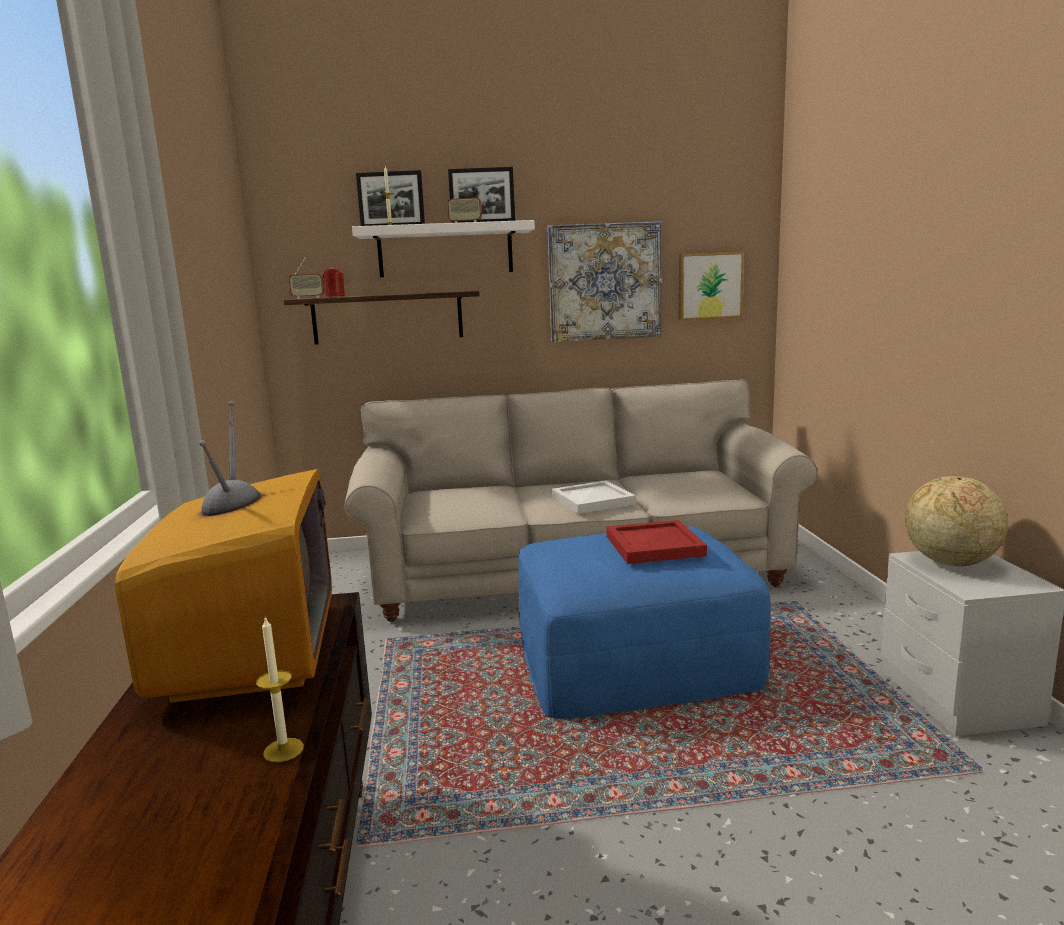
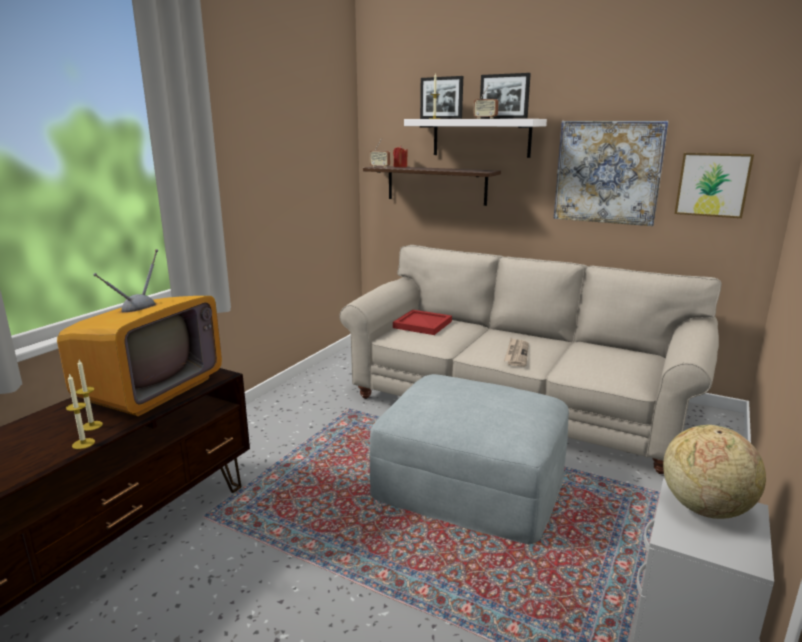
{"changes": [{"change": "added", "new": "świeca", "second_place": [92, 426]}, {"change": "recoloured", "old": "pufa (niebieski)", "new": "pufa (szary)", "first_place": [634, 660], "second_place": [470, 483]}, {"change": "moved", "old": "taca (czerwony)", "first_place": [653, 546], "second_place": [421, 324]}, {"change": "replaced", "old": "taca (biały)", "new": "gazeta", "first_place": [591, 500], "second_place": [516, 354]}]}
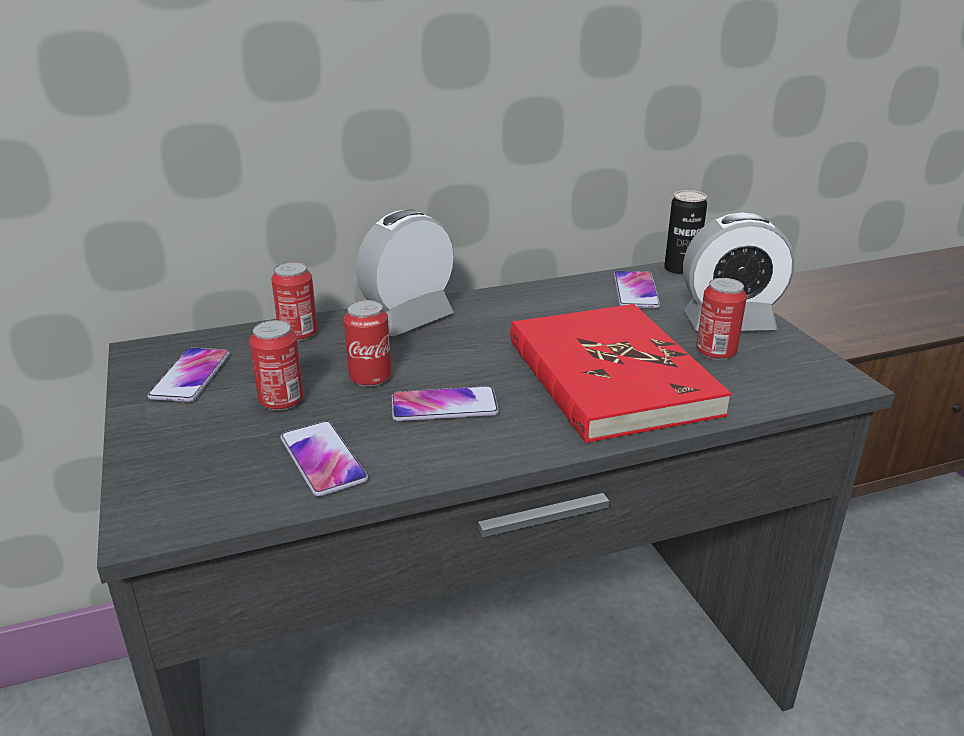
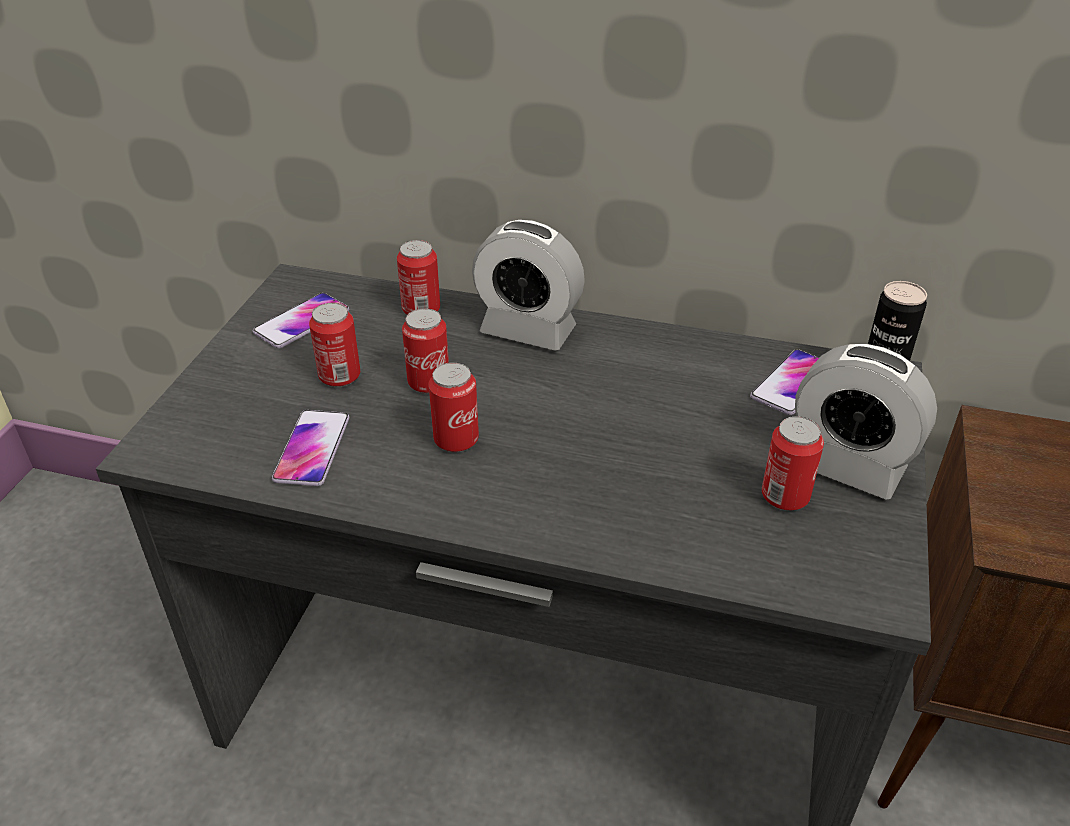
{"changes": [{"change": "replaced", "old": "telefon", "new": "puszka", "first_place": [444, 406], "second_place": [456, 440]}, {"change": "turned", "old": "budzik", "first_place": [408, 319], "second_place": [528, 330], "degrees": -150}, {"change": "removed", "old": "książka (czerwony)", "first_place": [609, 377]}]}
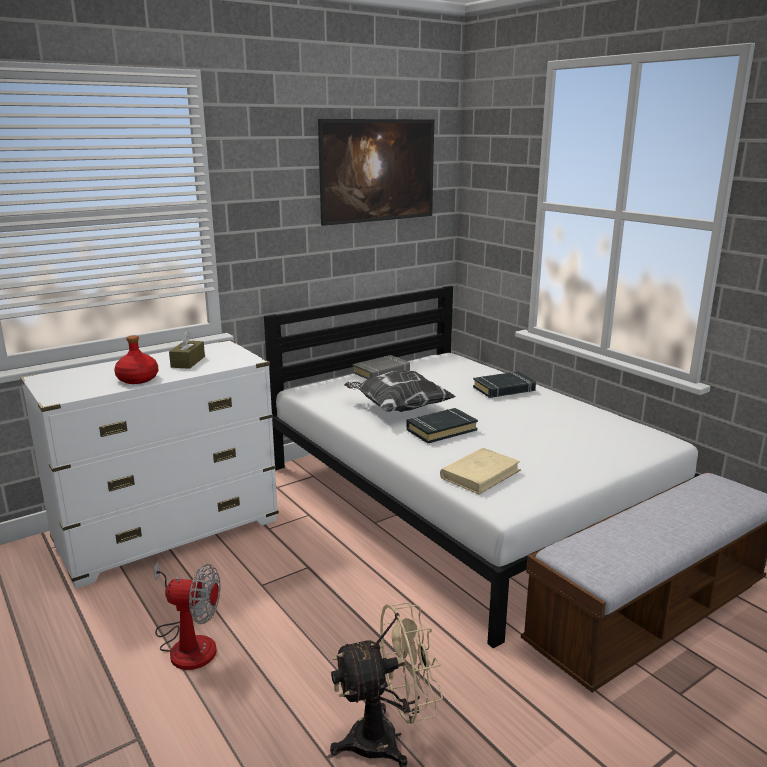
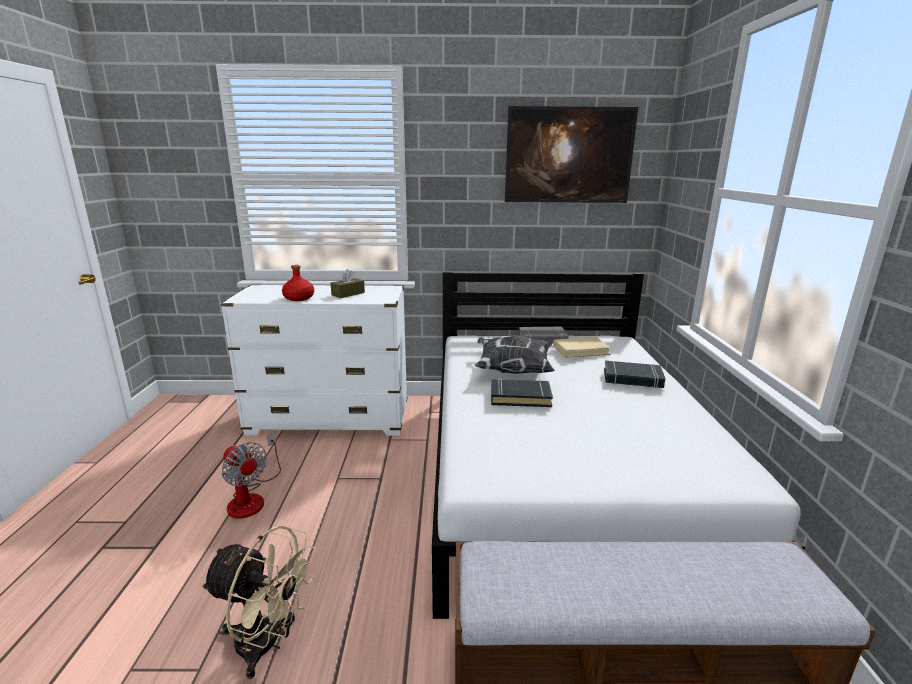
{"changes": [{"change": "moved", "old": "książka (beżowy)", "first_place": [480, 474], "second_place": [581, 350]}]}
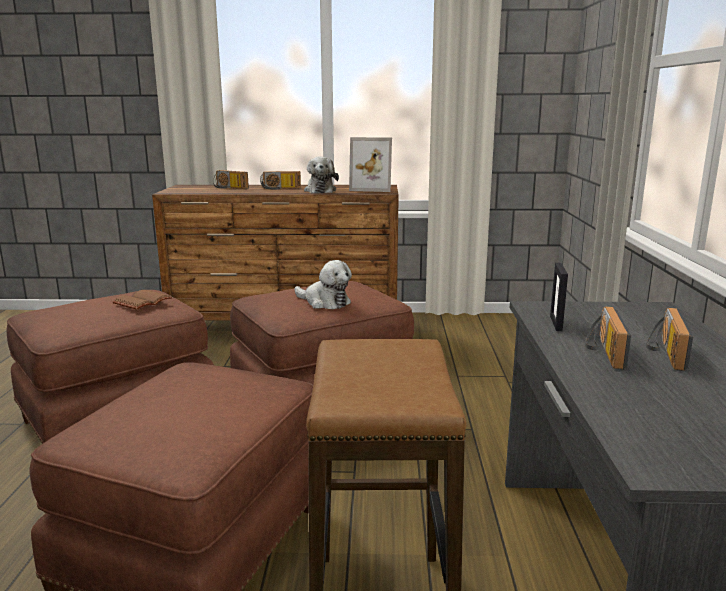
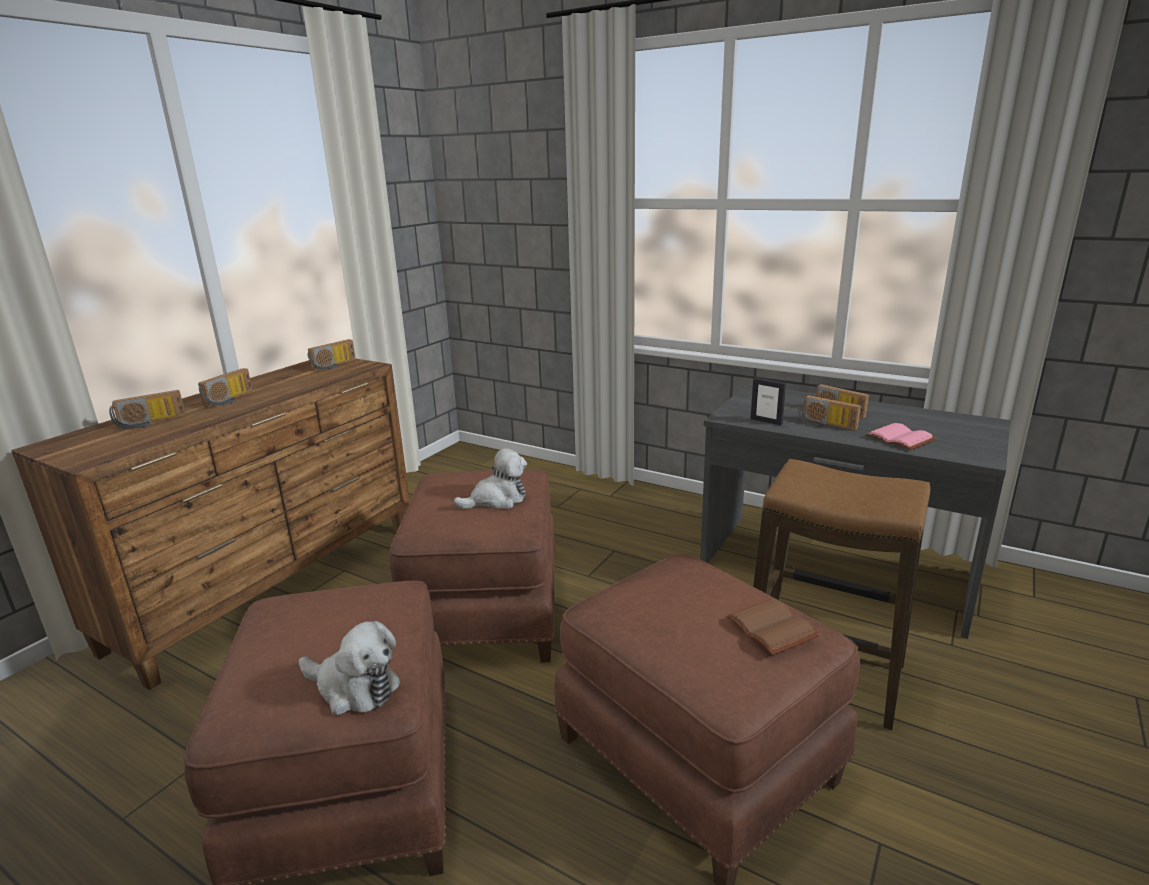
{"changes": [{"change": "moved", "old": "pluszak", "first_place": [320, 190], "second_place": [354, 688]}, {"change": "replaced", "old": "ramka na zdjęcie", "new": "radio", "first_place": [373, 188], "second_place": [335, 365]}, {"change": "moved", "old": "książka (brązowy)", "first_place": [143, 302], "second_place": [774, 628]}, {"change": "added", "new": "książka (różowy)", "second_place": [901, 438]}]}
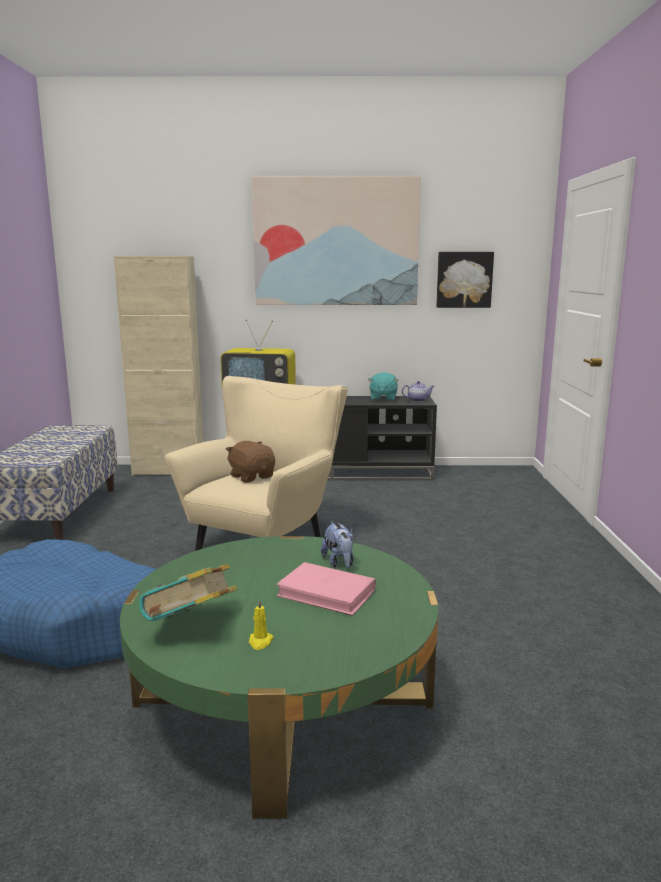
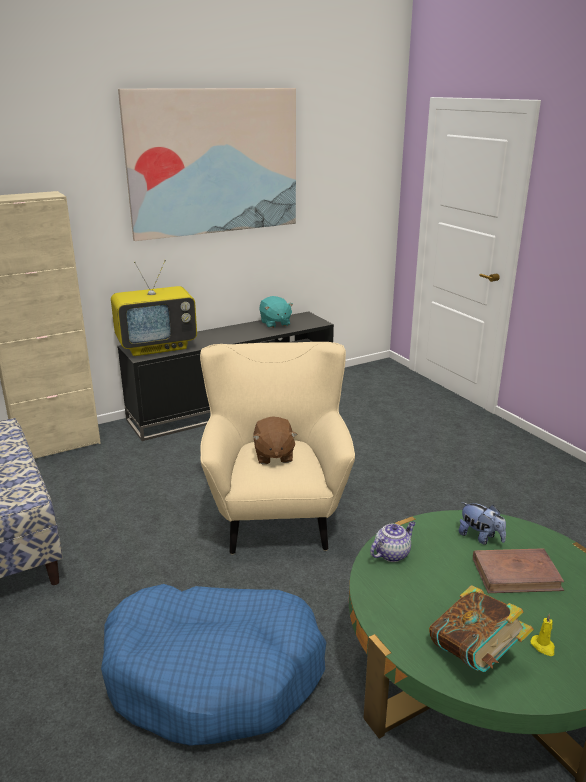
{"changes": [{"change": "turned", "old": "pluszak (brązowy)", "first_place": [252, 476], "second_place": [273, 455], "degrees": -120}, {"change": "moved", "old": "imbryk", "first_place": [418, 400], "second_place": [392, 553]}, {"change": "recoloured", "old": "książka (różowy)", "new": "książka (brązowy)", "first_place": [327, 593], "second_place": [516, 574]}, {"change": "removed", "old": "obraz", "first_place": [464, 279]}]}
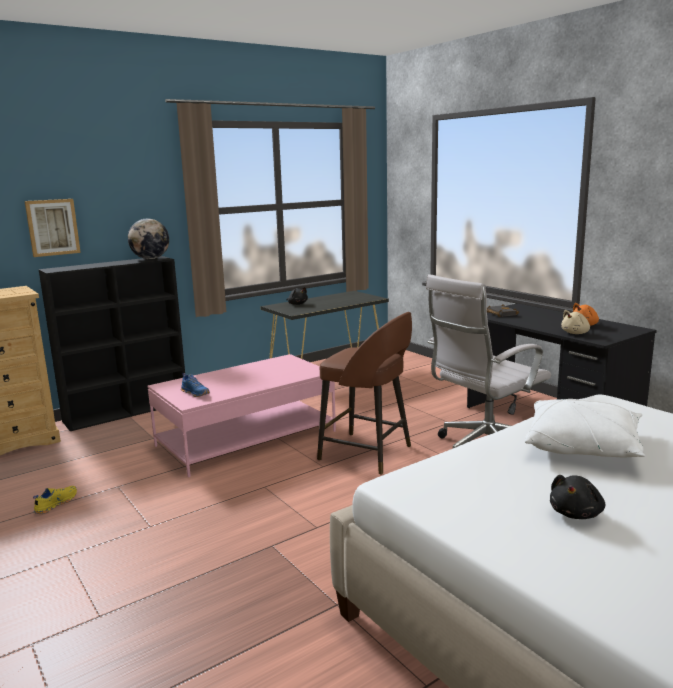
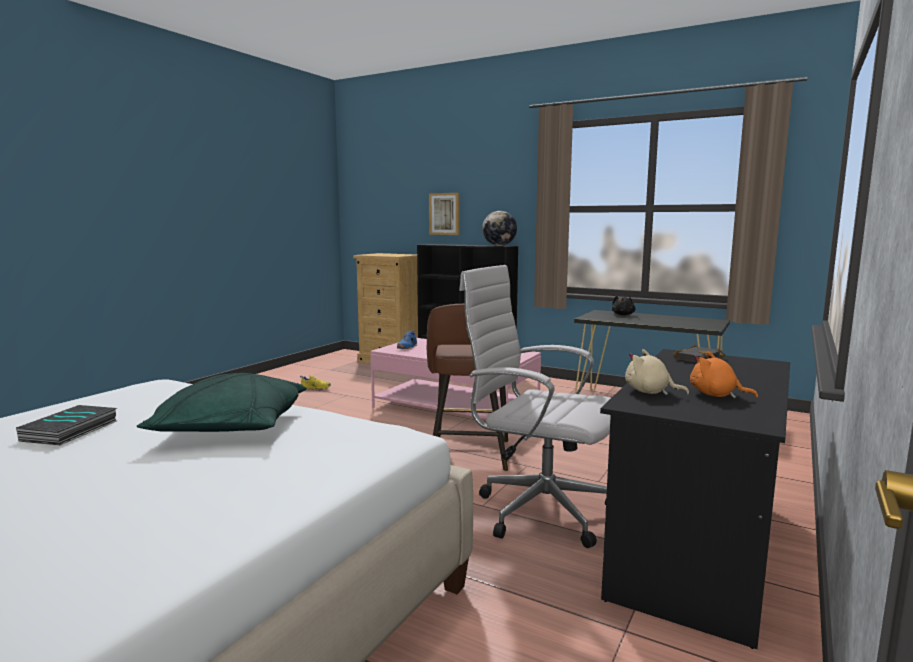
{"changes": [{"change": "replaced", "old": "pluszak (czarny)", "new": "książka", "first_place": [576, 513], "second_place": [70, 431]}, {"change": "recoloured", "old": "poduszka (biały)", "new": "poduszka (zielony)", "first_place": [583, 446], "second_place": [231, 429]}]}
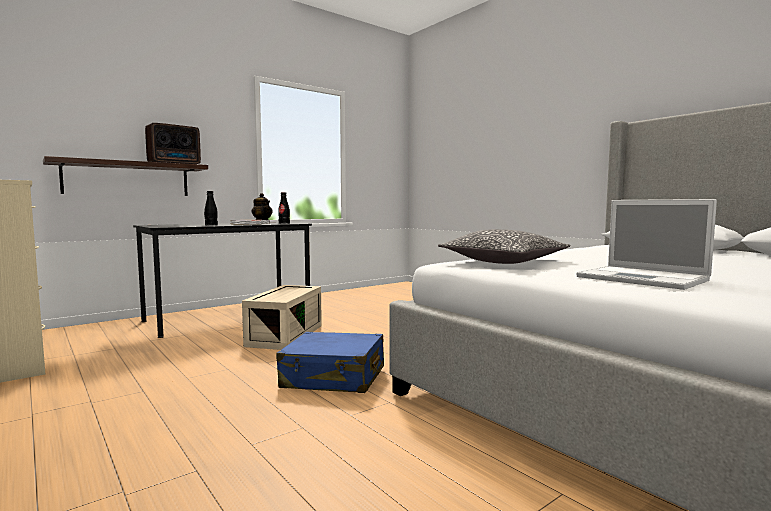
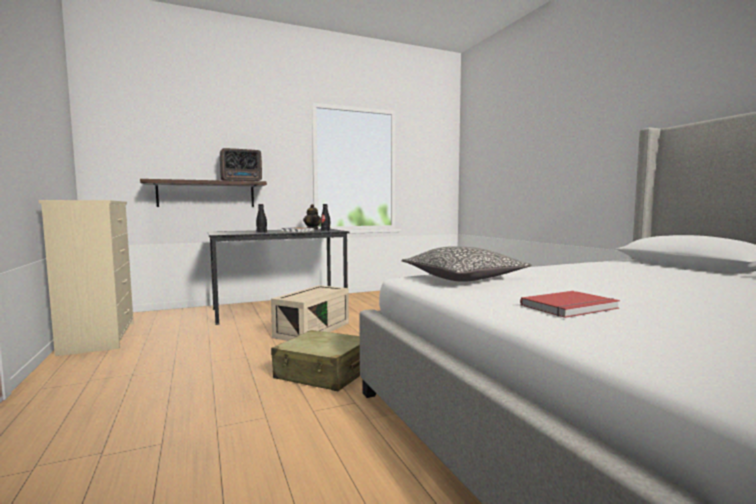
{"changes": [{"change": "recoloured", "old": "walizka (niebieski)", "new": "walizka (beżowy)", "first_place": [334, 378], "second_place": [324, 374]}, {"change": "replaced", "old": "laptop", "new": "książka (czerwony)", "first_place": [644, 279], "second_place": [571, 307]}]}
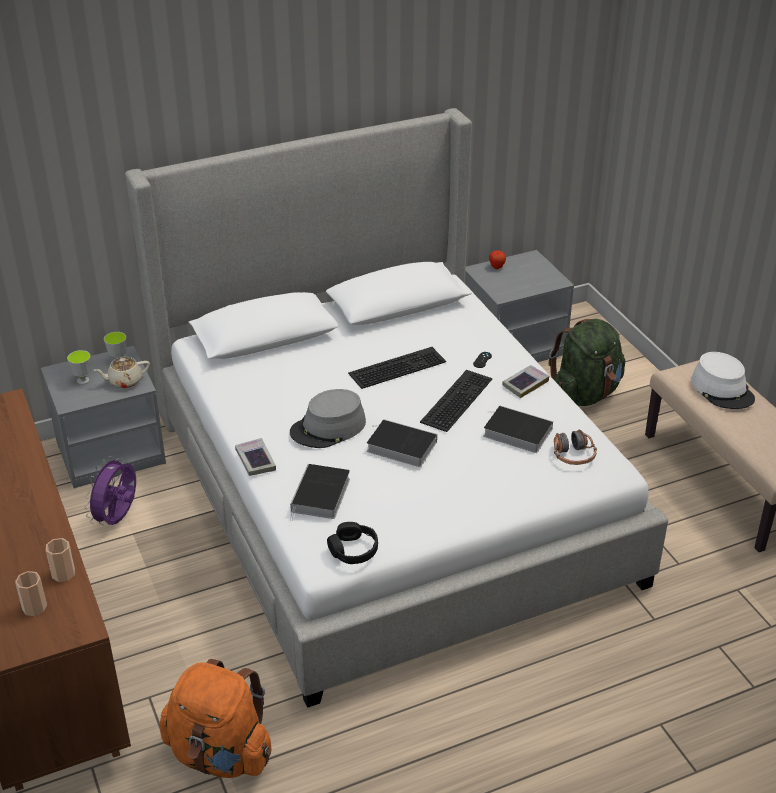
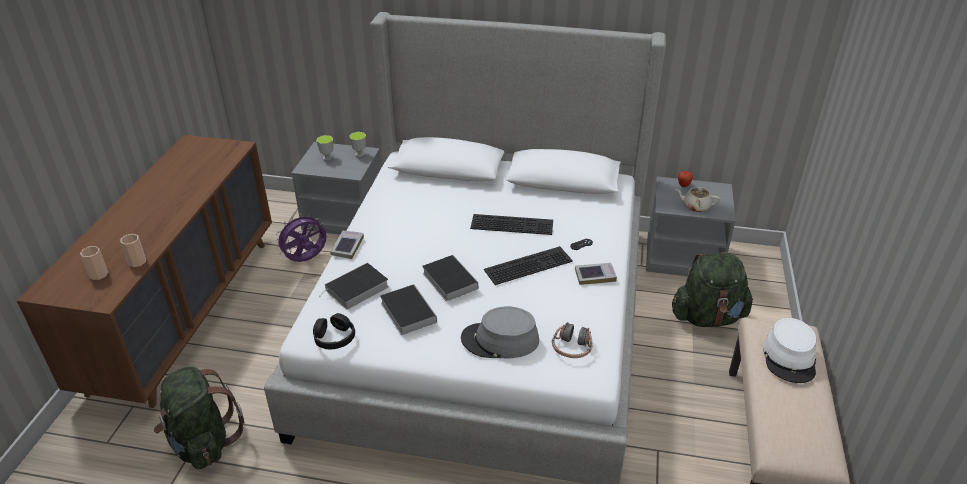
{"changes": [{"change": "recoloured", "old": "plecak (pomarańczowy)", "new": "plecak (zielony)", "first_place": [220, 754], "second_place": [203, 442]}, {"change": "moved", "old": "książka", "first_place": [515, 432], "second_place": [407, 311]}, {"change": "moved", "old": "kapelusz (szary)", "first_place": [328, 428], "second_place": [500, 340]}, {"change": "moved", "old": "imbryk (beżowy)", "first_place": [124, 381], "second_place": [695, 206]}]}
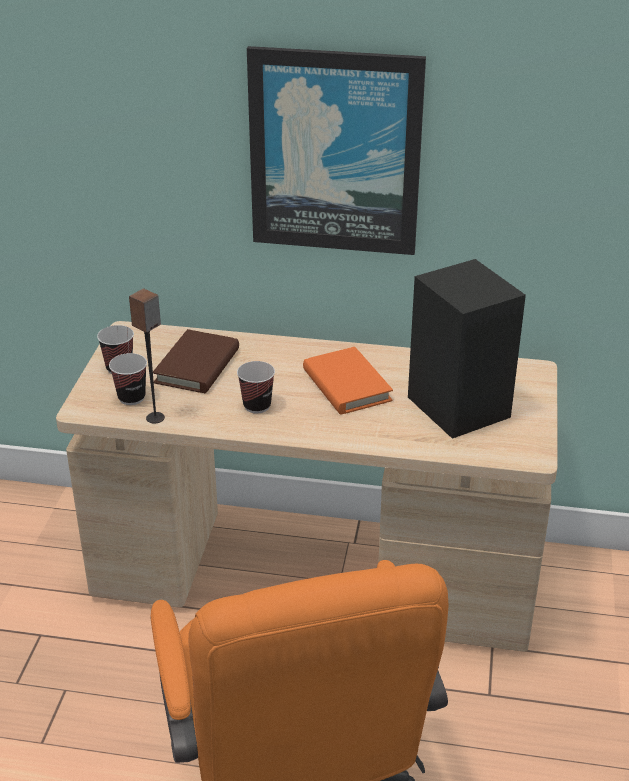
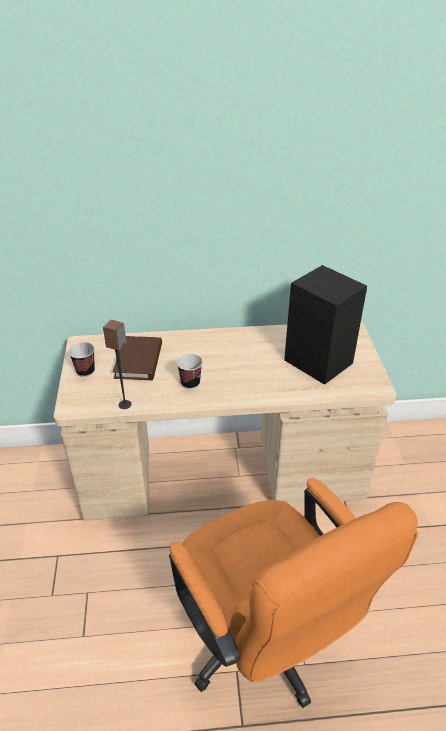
{"changes": [{"change": "removed", "old": "filiżanka", "first_place": [131, 397]}, {"change": "removed", "old": "obraz", "first_place": [335, 152]}, {"change": "removed", "old": "książka (pomarańczowy)", "first_place": [346, 385]}]}
